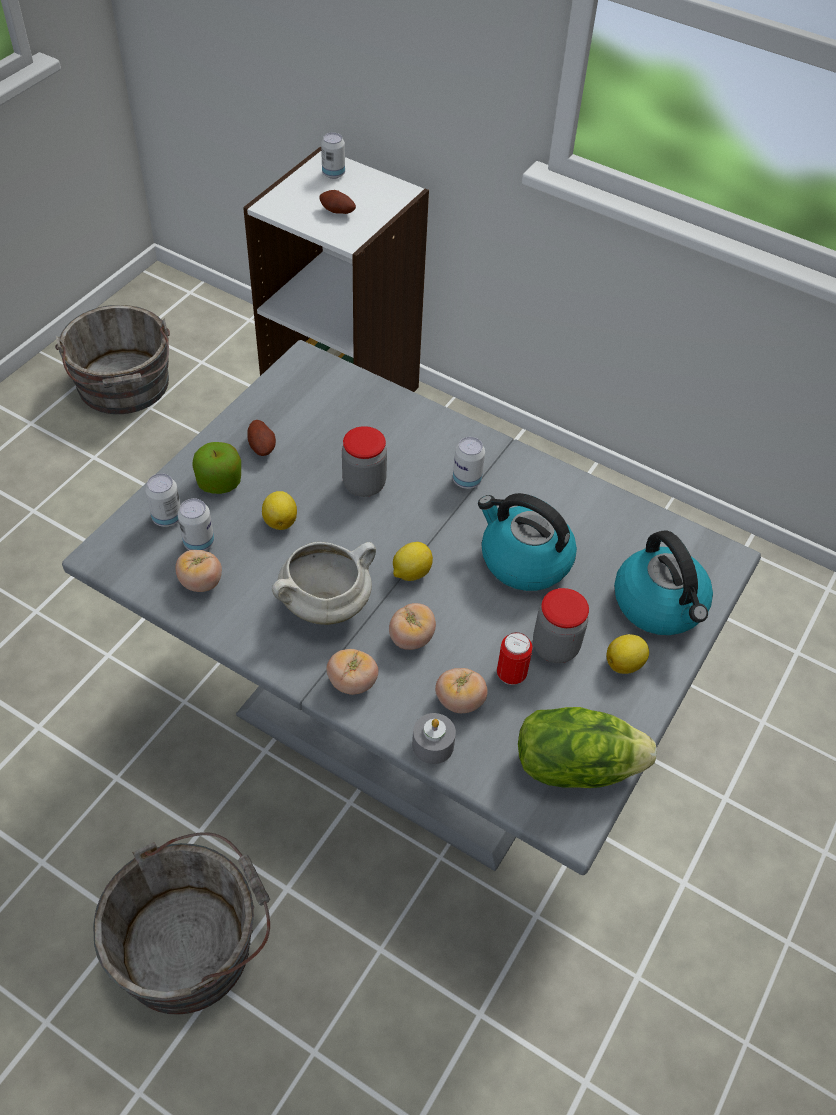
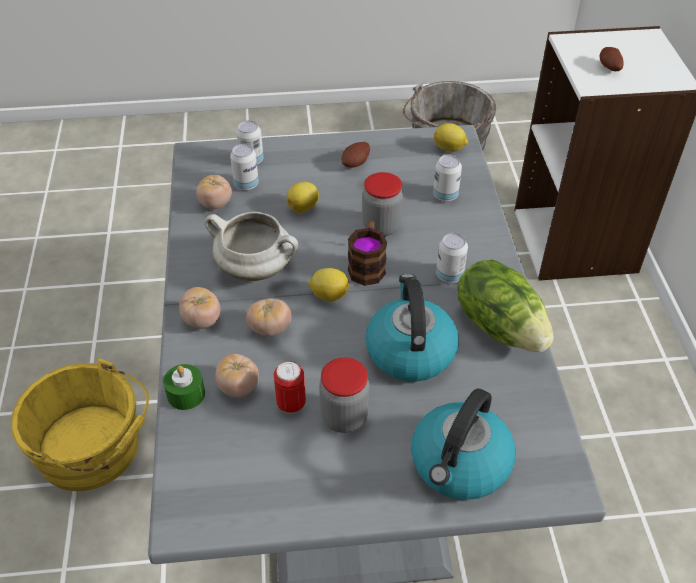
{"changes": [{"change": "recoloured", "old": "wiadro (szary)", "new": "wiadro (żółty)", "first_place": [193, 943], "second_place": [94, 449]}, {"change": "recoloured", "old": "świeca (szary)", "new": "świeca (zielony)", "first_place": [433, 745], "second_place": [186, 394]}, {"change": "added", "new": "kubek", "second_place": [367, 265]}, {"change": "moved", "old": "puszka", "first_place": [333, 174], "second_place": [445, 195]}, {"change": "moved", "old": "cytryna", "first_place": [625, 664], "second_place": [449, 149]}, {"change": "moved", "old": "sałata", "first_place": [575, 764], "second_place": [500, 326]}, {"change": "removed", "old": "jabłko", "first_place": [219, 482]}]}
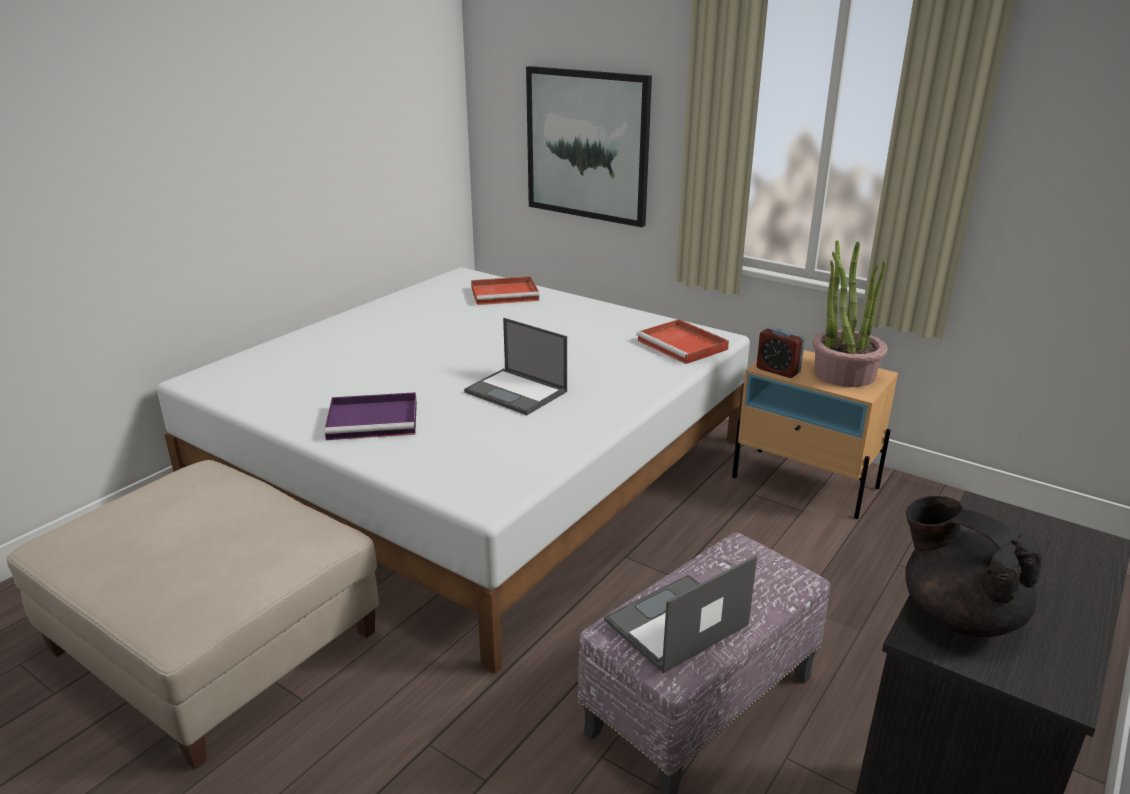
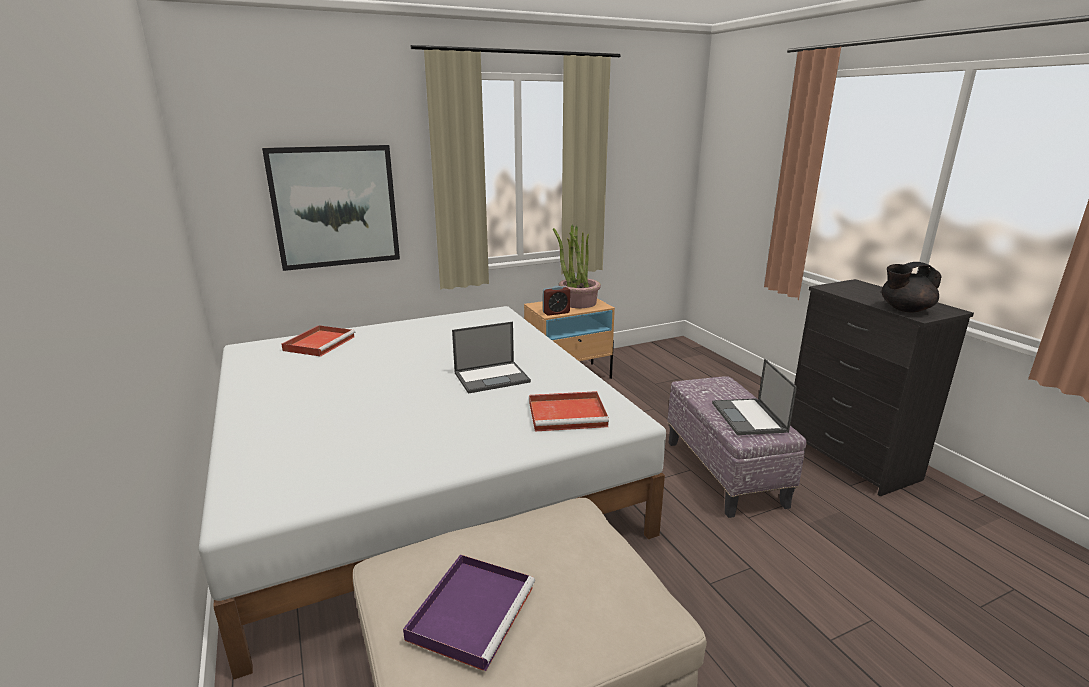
{"changes": [{"change": "moved", "old": "taca (fioletowy)", "first_place": [375, 420], "second_place": [472, 610]}, {"change": "moved", "old": "taca (czerwony)", "first_place": [683, 345], "second_place": [569, 414]}]}
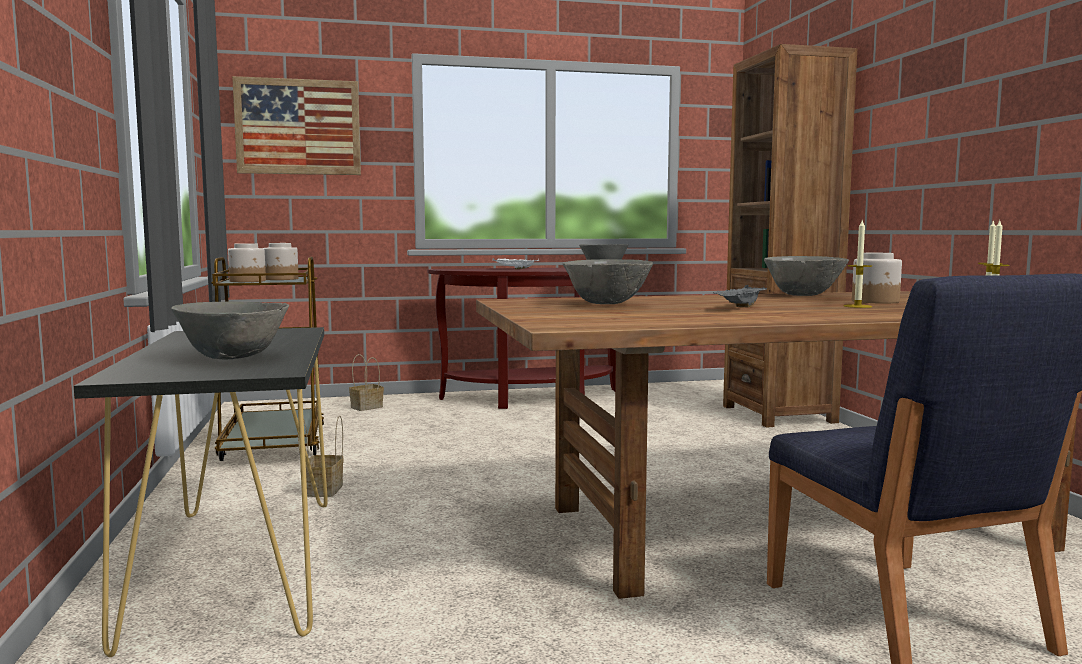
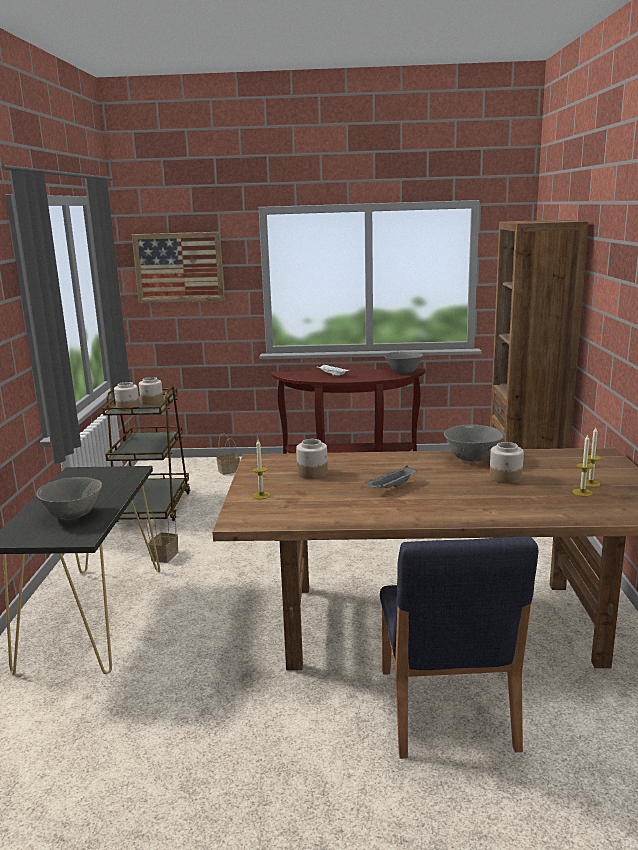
{"changes": [{"change": "moved", "old": "świeca", "first_place": [857, 306], "second_place": [261, 495]}, {"change": "replaced", "old": "miska (szary)", "new": "słoik", "first_place": [607, 304], "second_place": [312, 473]}]}
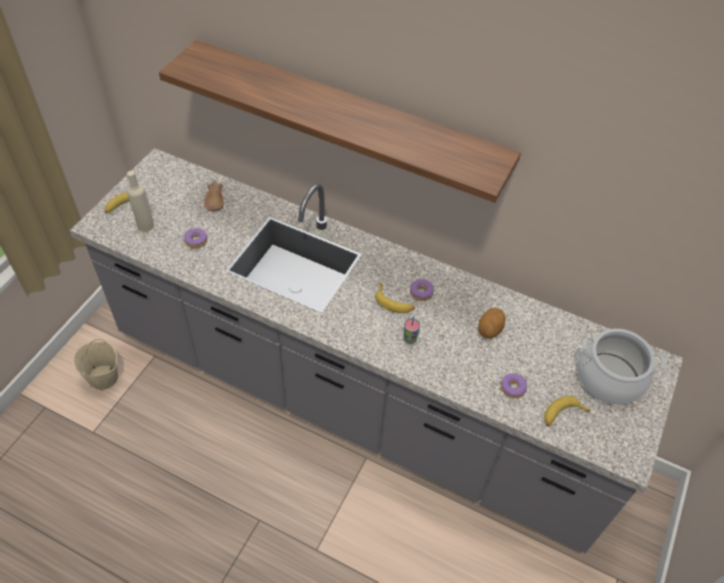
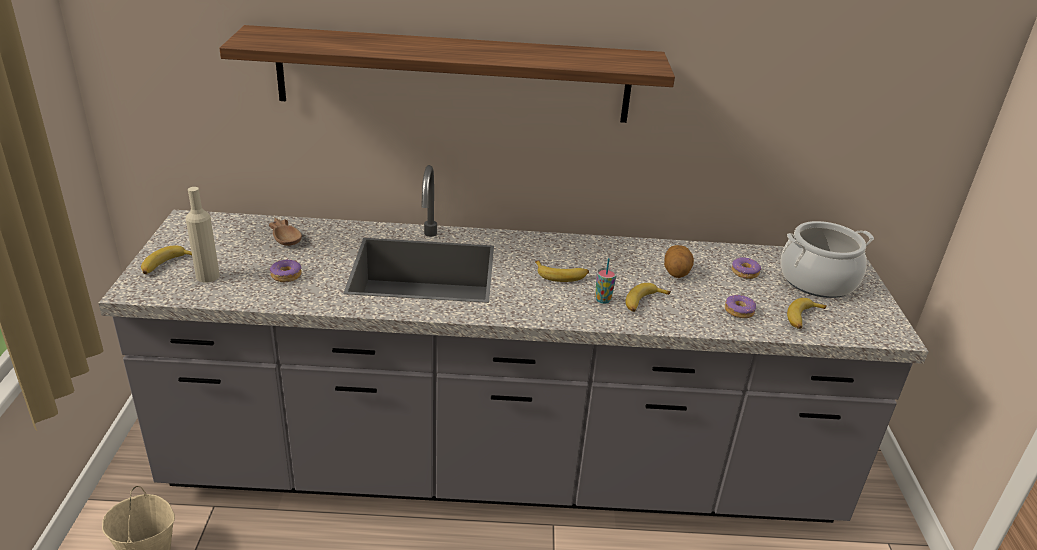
{"changes": [{"change": "added", "new": "banan", "second_place": [643, 303]}, {"change": "moved", "old": "donut", "first_place": [421, 293], "second_place": [745, 272]}]}
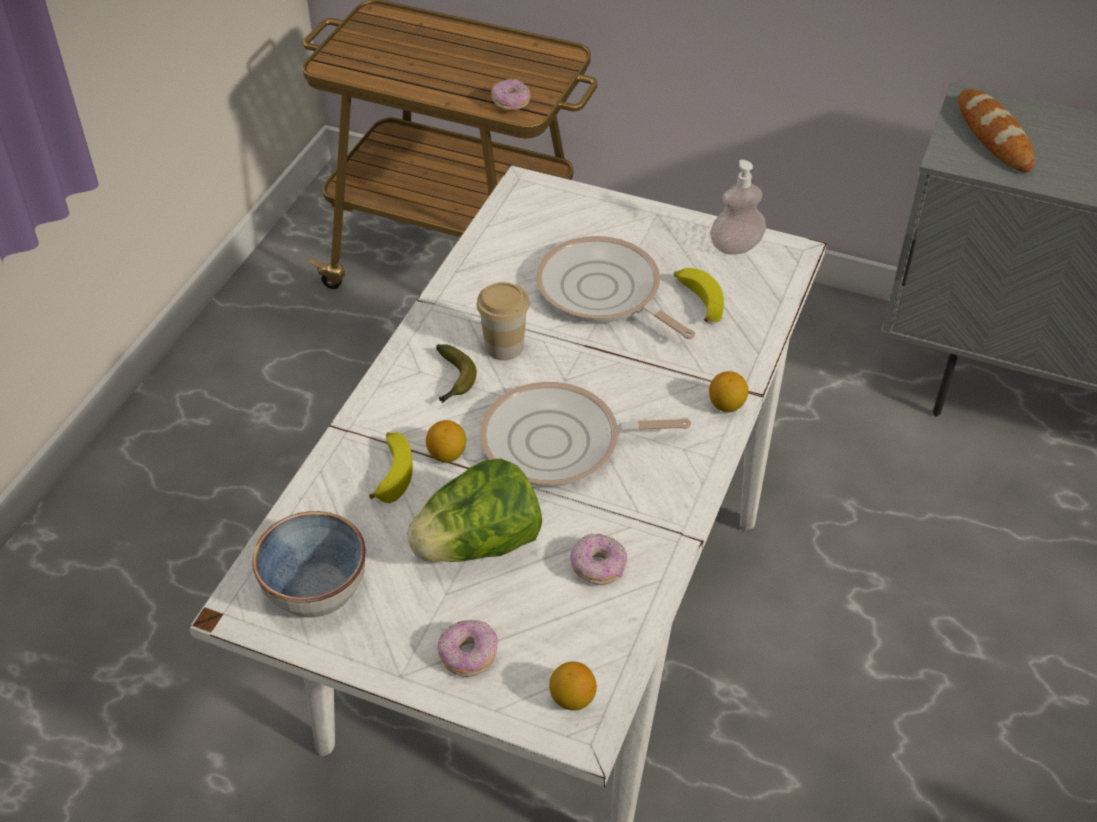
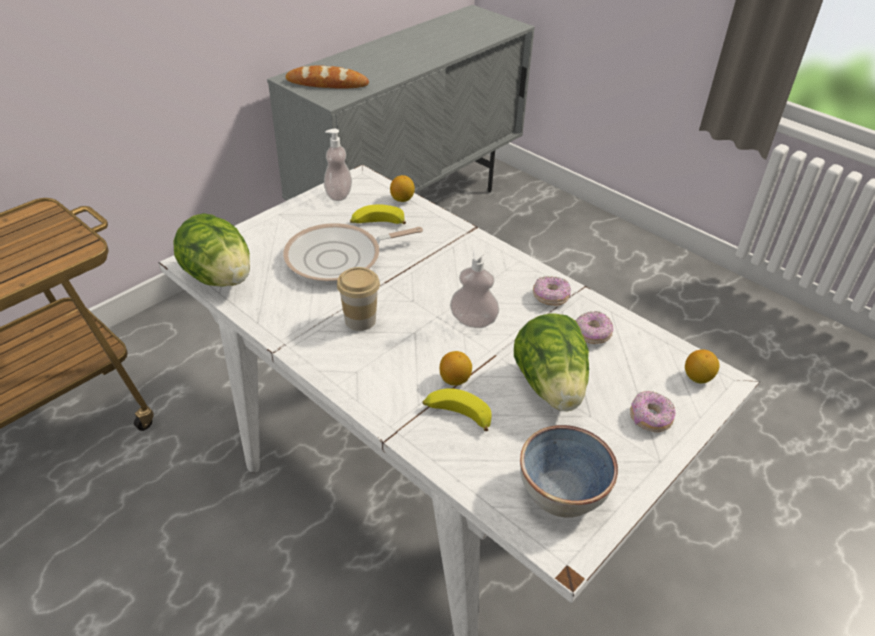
{"changes": [{"change": "added", "new": "sałata", "second_place": [219, 277]}, {"change": "moved", "old": "cytryna", "first_place": [726, 405], "second_place": [402, 199]}, {"change": "replaced", "old": "patelnia", "new": "dozownik mydła", "first_place": [559, 444], "second_place": [473, 321]}, {"change": "moved", "old": "donut", "first_place": [511, 103], "second_place": [550, 297]}, {"change": "removed", "old": "banan", "first_place": [453, 381]}]}
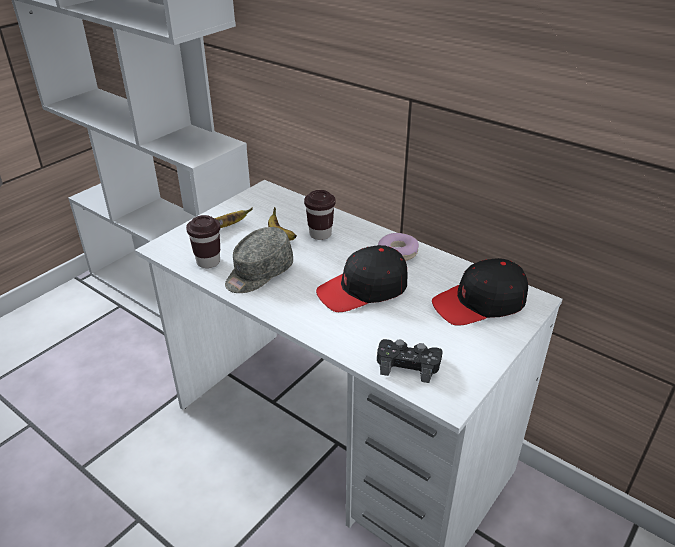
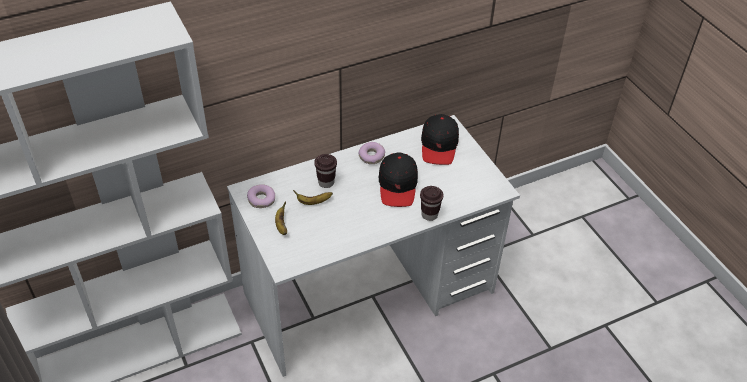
{"changes": [{"change": "added", "new": "donut", "second_place": [261, 200]}, {"change": "moved", "old": "filiżanka (brązowy)", "first_place": [208, 262], "second_place": [429, 215]}, {"change": "removed", "old": "czapka z daszkiem (szary)", "first_place": [258, 273]}, {"change": "removed", "old": "pad do gier (czarny)", "first_place": [408, 364]}]}
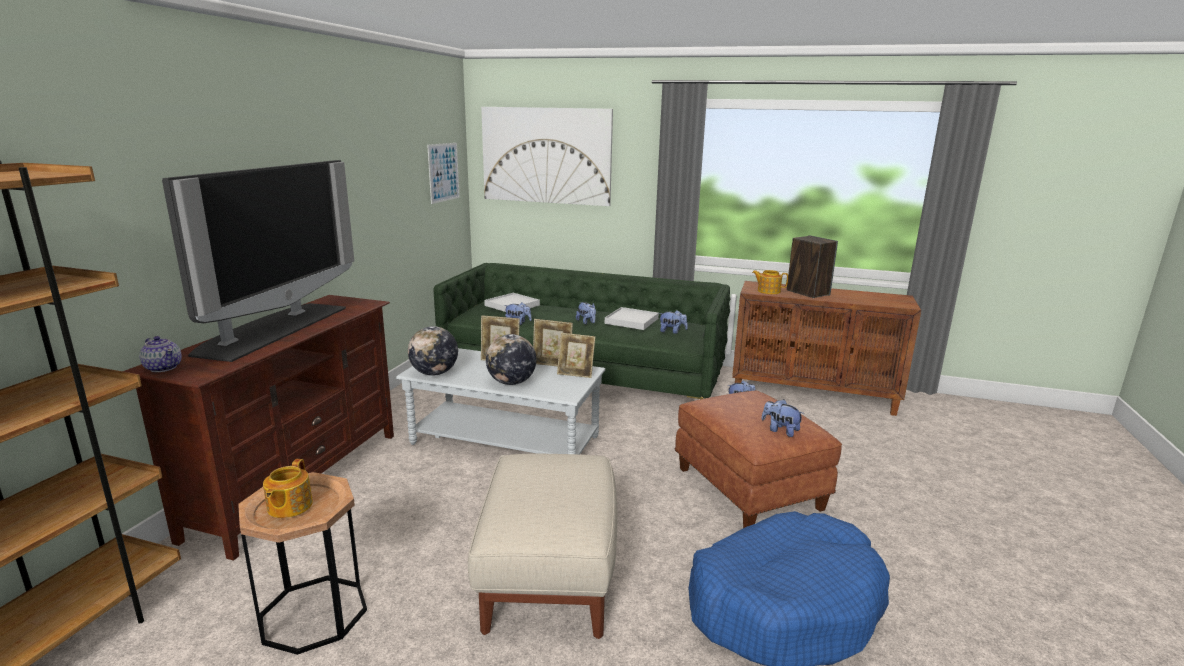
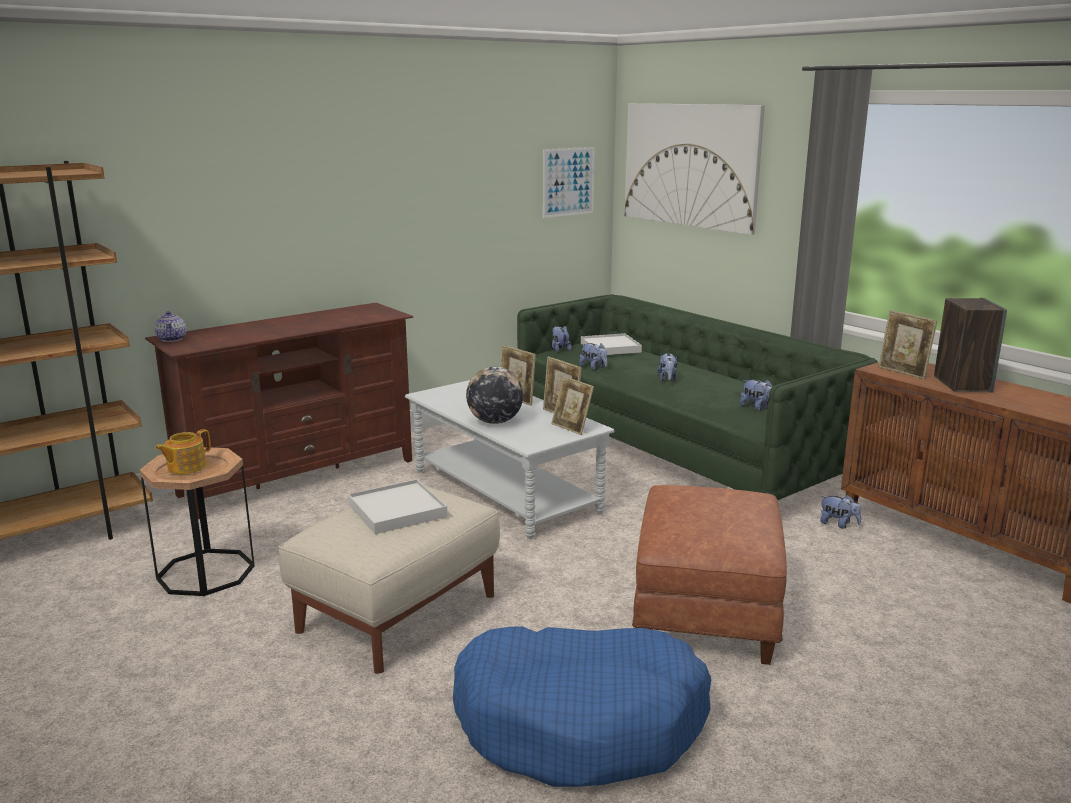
{"changes": [{"change": "moved", "old": "taca (biały)", "first_place": [632, 321], "second_place": [397, 510]}, {"change": "moved", "old": "pluszak", "first_place": [780, 430], "second_place": [560, 349]}, {"change": "replaced", "old": "imbryk", "new": "ramka na zdjęcie", "first_place": [768, 291], "second_place": [903, 373]}, {"change": "removed", "old": "telewizor", "first_place": [272, 329]}, {"change": "removed", "old": "globus", "first_place": [434, 373]}]}
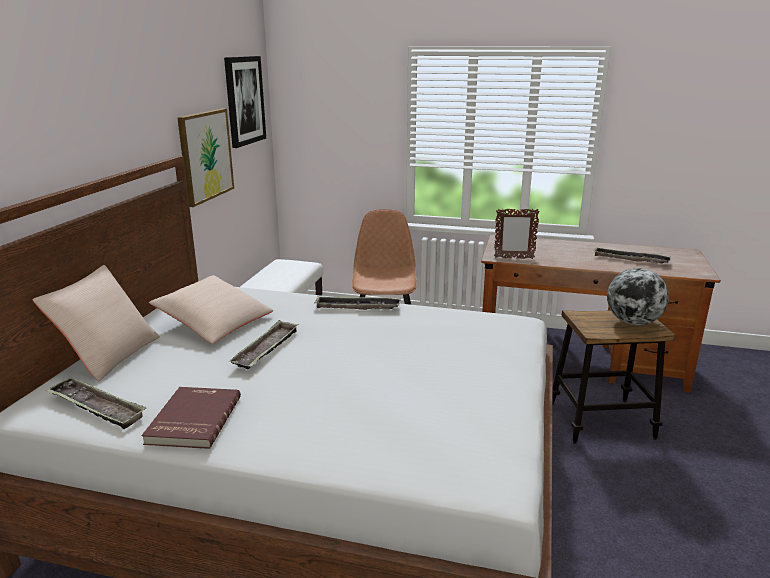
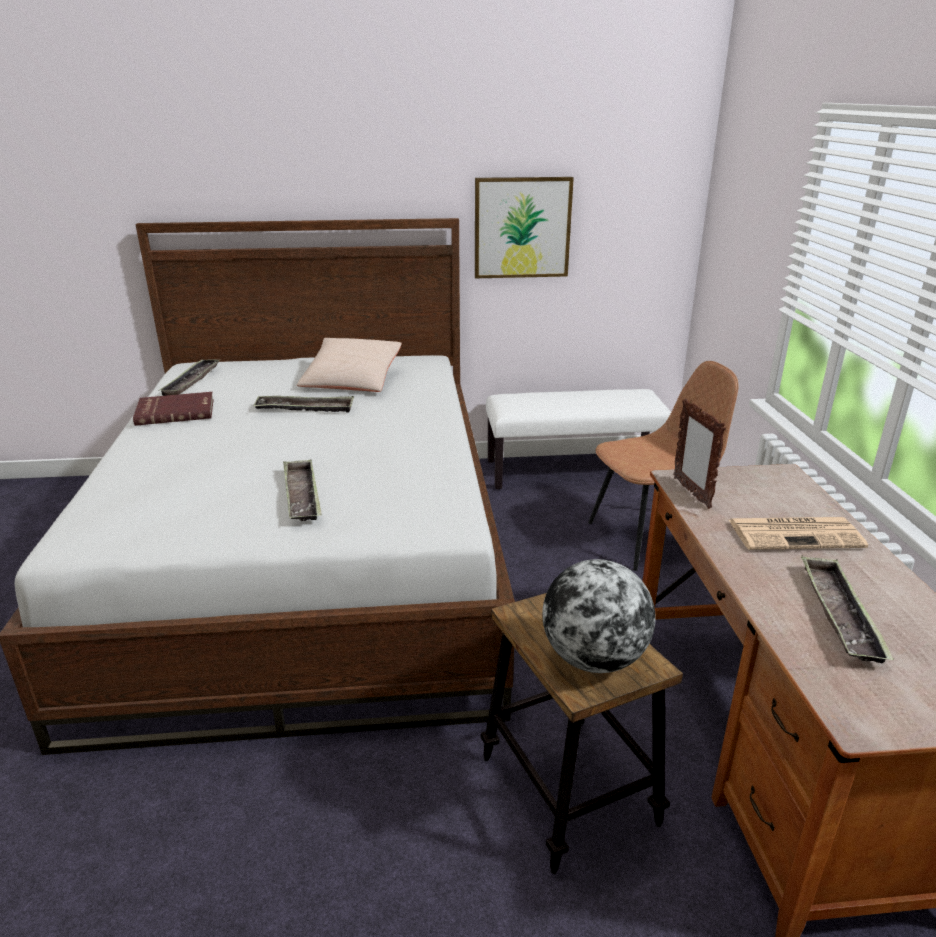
{"changes": [{"change": "moved", "old": "taca", "first_place": [357, 307], "second_place": [302, 495]}, {"change": "added", "new": "gazeta", "second_place": [796, 534]}, {"change": "removed", "old": "poduszka (beżowy)", "first_place": [108, 354]}, {"change": "removed", "old": "obraz", "first_place": [244, 100]}]}
